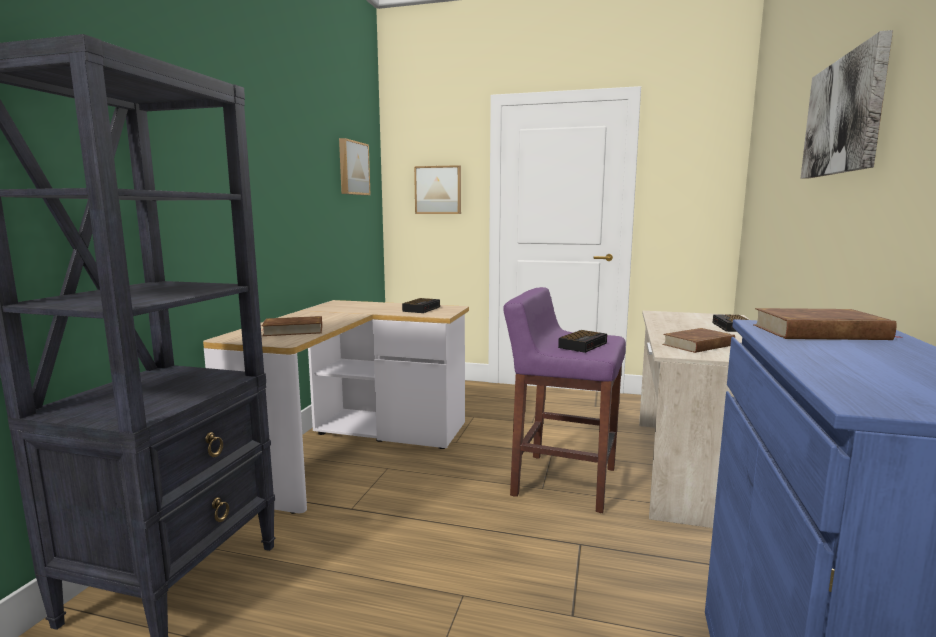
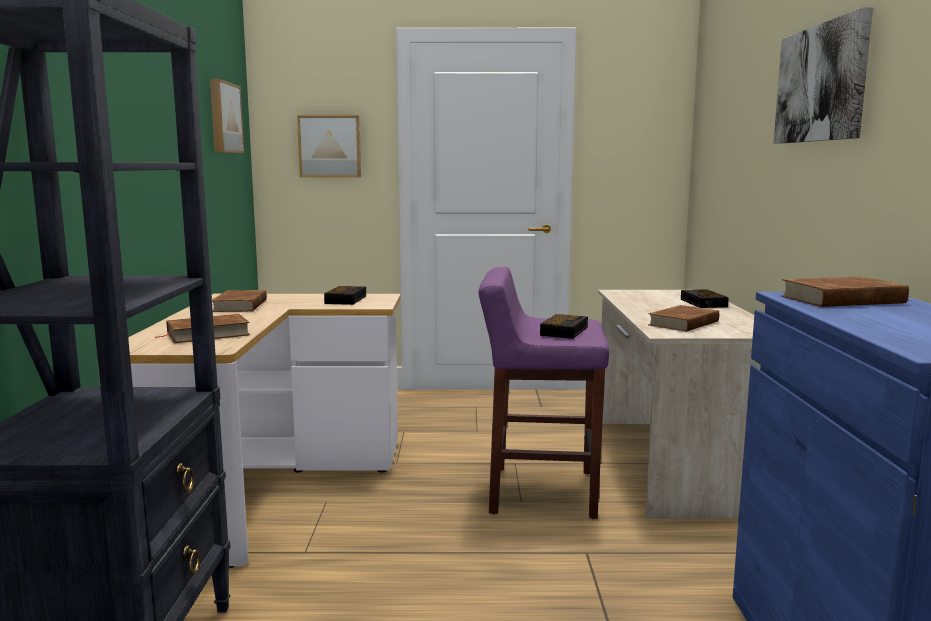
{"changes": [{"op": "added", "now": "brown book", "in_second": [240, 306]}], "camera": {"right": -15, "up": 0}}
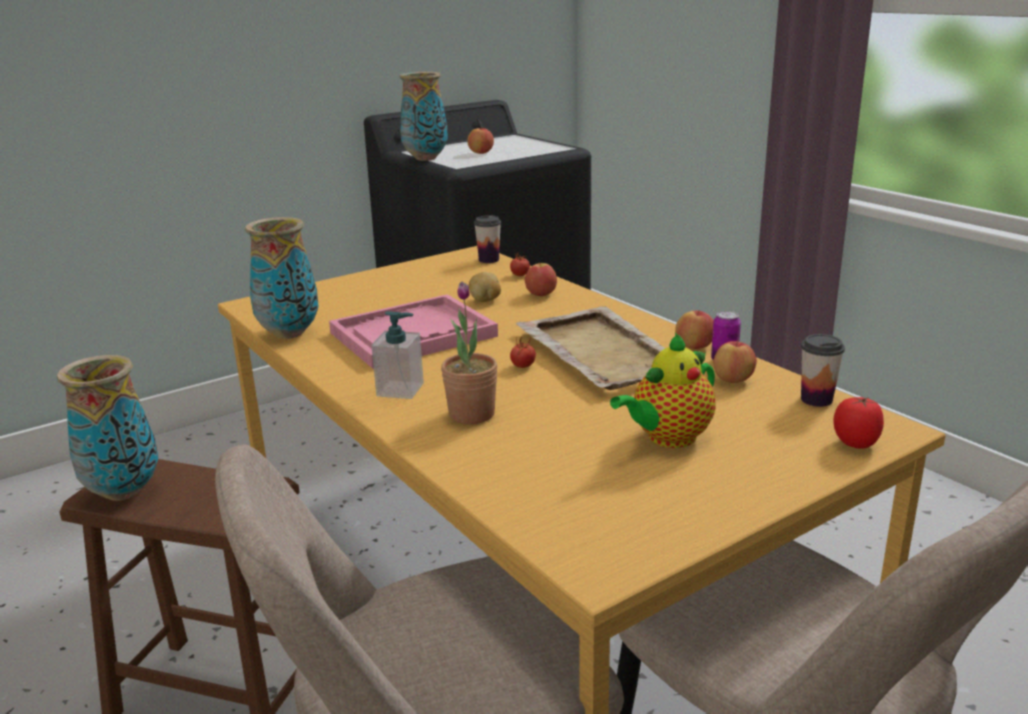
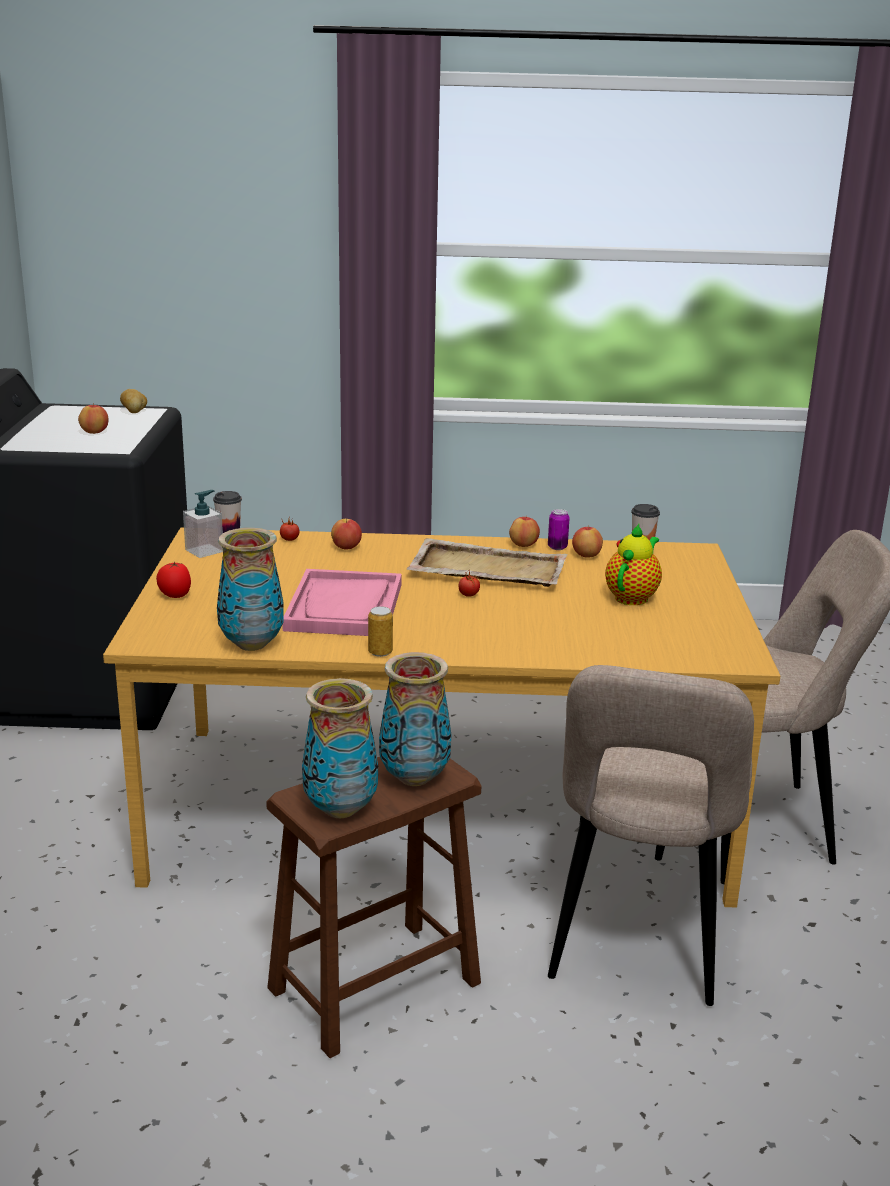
{"changes": [{"op": "removed", "was": "potted plant", "in_first": [471, 414]}, {"op": "added", "now": "can", "in_second": [380, 652]}, {"op": "moved", "was": "soap dispenser", "in_first": [400, 390], "in_second": [204, 551]}, {"op": "moved", "was": "vase", "in_first": [425, 159], "in_second": [415, 778]}, {"op": "moved", "was": "potato", "in_first": [485, 300], "in_second": [134, 412]}, {"op": "moved", "was": "tomato", "in_first": [855, 443], "in_second": [175, 595]}, {"op": "turned", "was": "teapot", "in_first": [668, 438], "in_second": [633, 597], "clockwise": -150}], "camera": {"right": -55, "up": 0}}
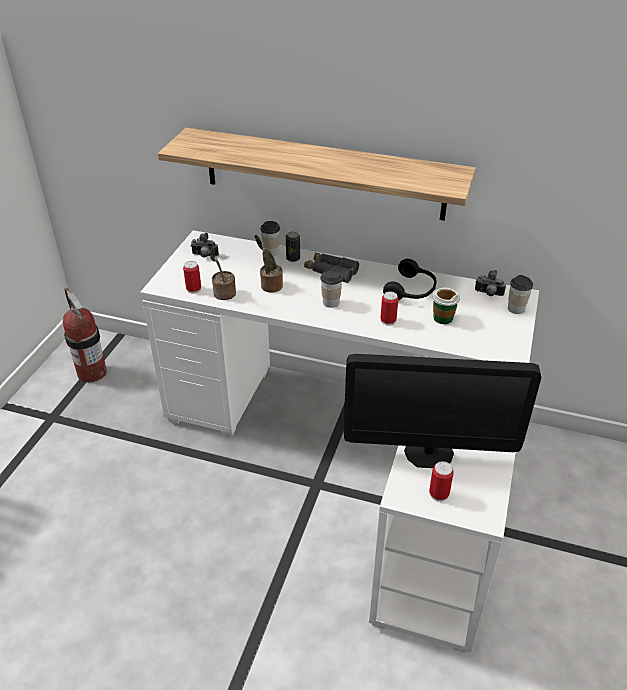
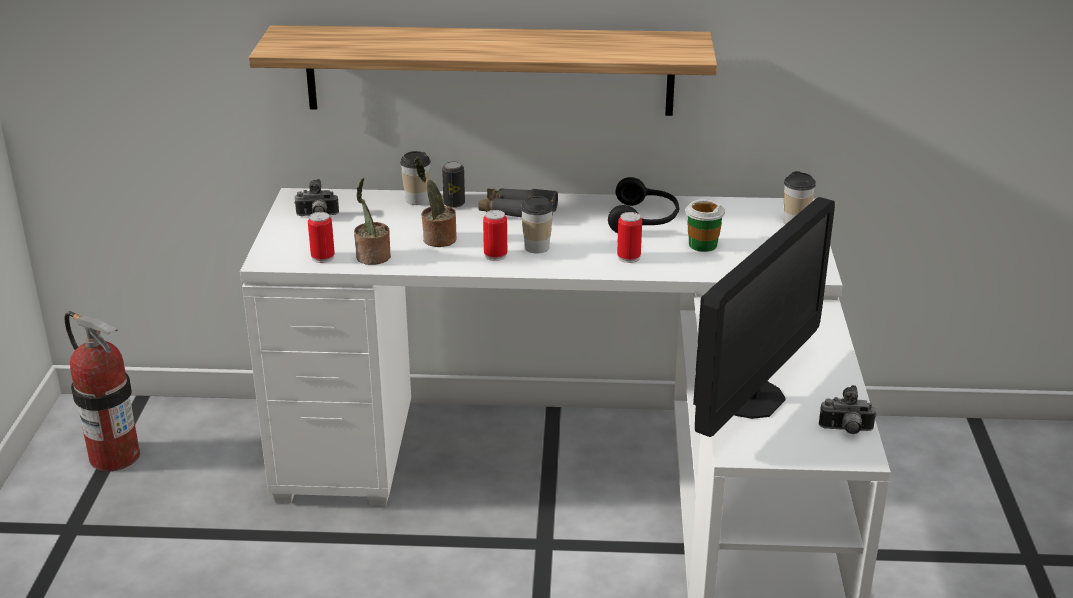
{"changes": [{"op": "moved", "was": "can", "in_first": [439, 494], "in_second": [495, 255]}, {"op": "moved", "was": "photo camera", "in_first": [488, 294], "in_second": [846, 430]}, {"op": "turned", "was": "monitor", "in_first": [428, 452], "in_second": [751, 399], "clockwise": -45}], "camera": {"right": -15, "up": -10}}
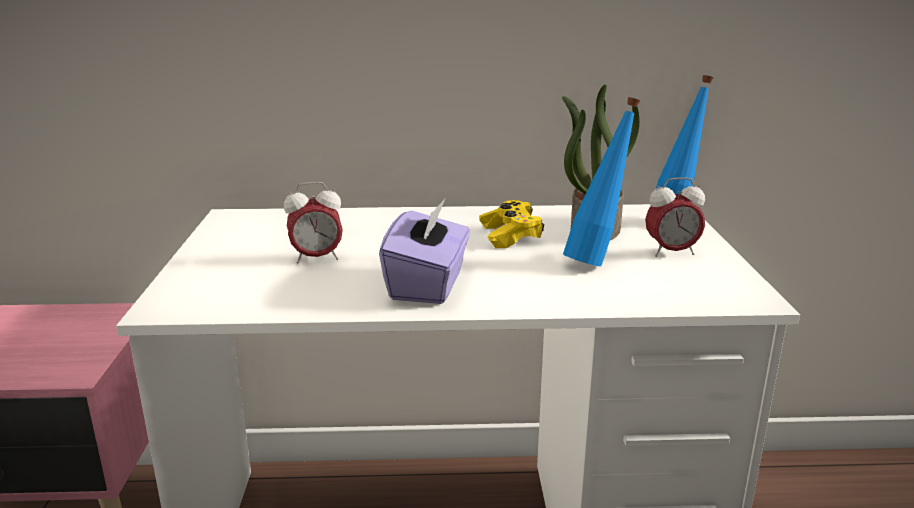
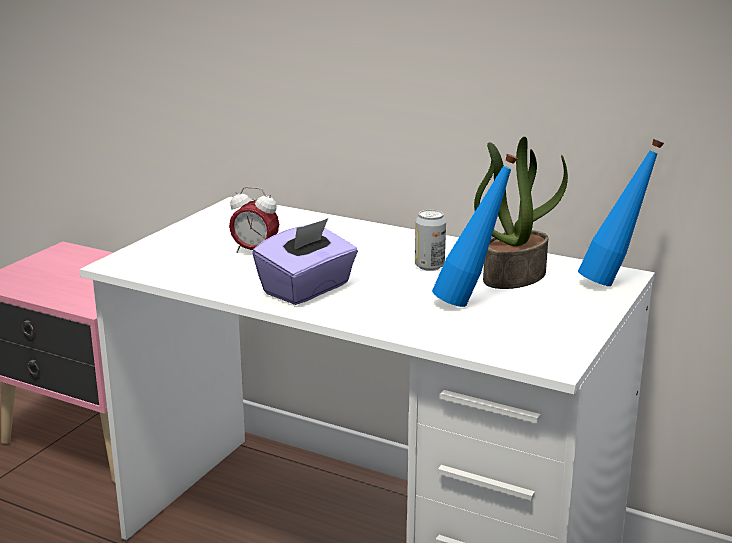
{"changes": [{"op": "removed", "was": "alarm clock", "in_first": [671, 252]}, {"op": "replaced", "was": "yellow game controller", "now": "can", "in_first": [510, 236], "in_second": [429, 266]}], "camera": {"right": 30, "up": 0}}
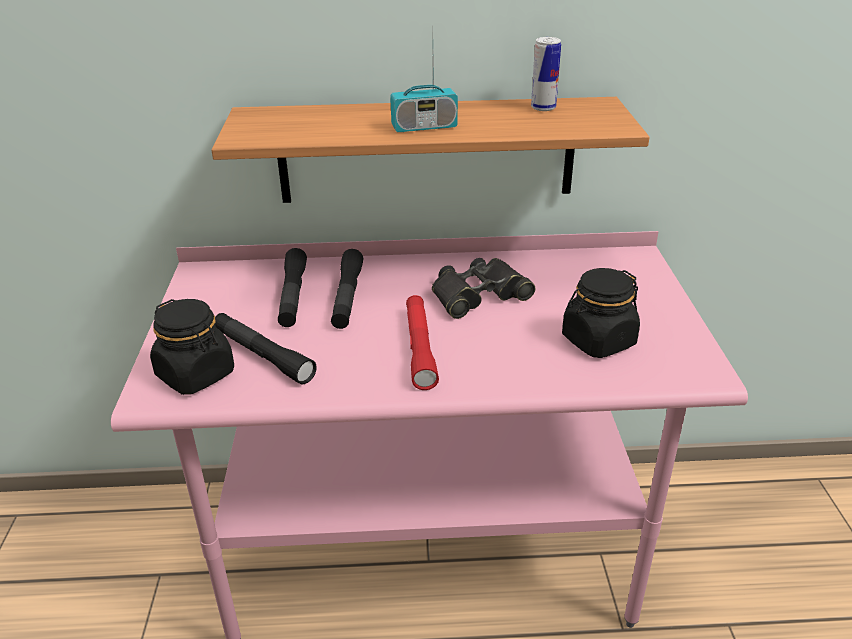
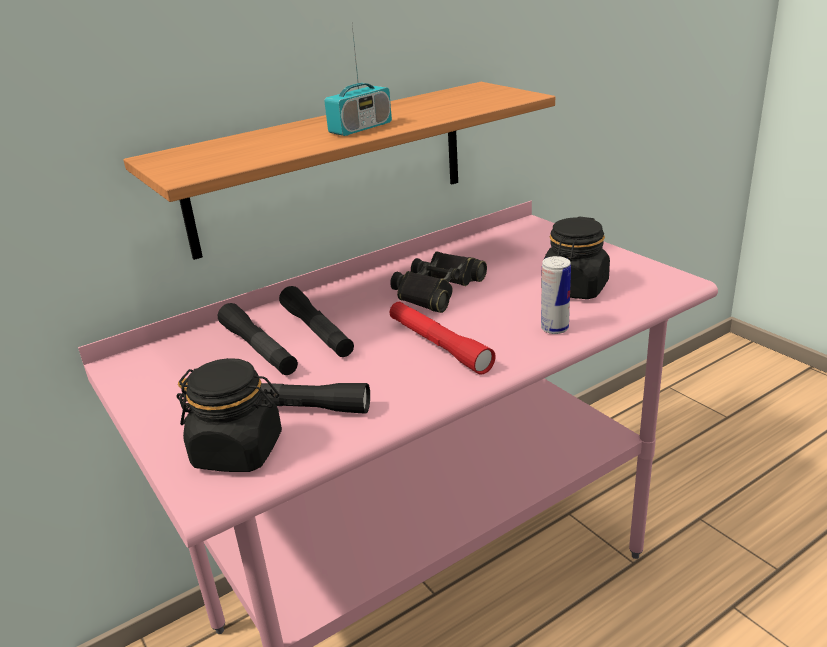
{"changes": [{"op": "moved", "was": "can", "in_first": [543, 108], "in_second": [554, 328]}], "camera": {"right": -30, "up": -5}}
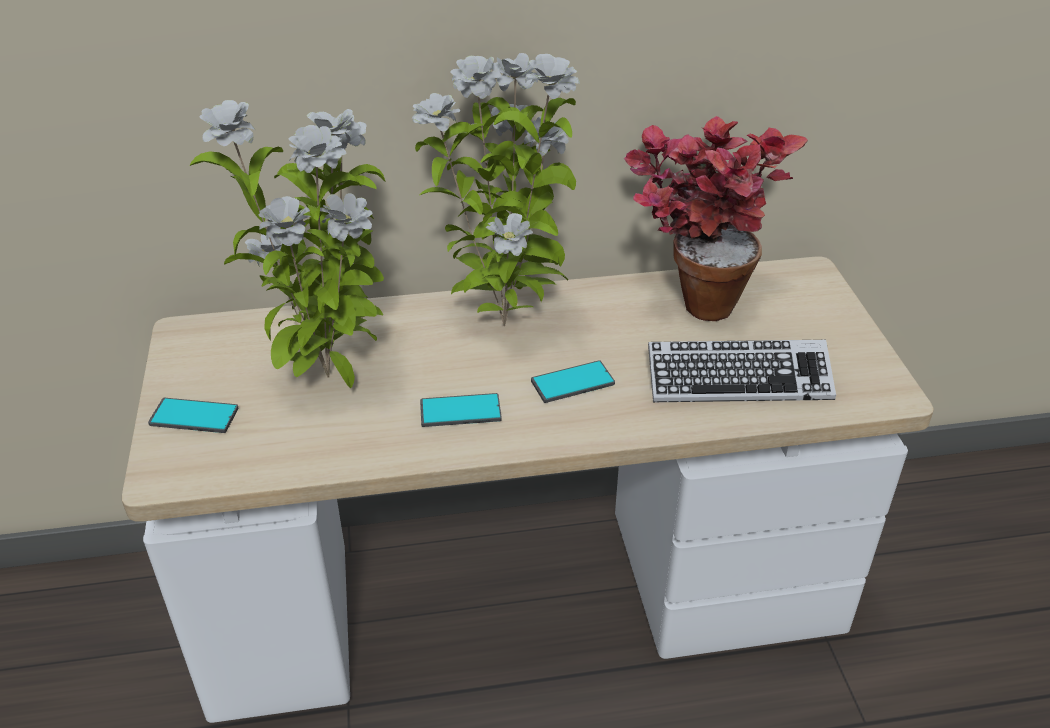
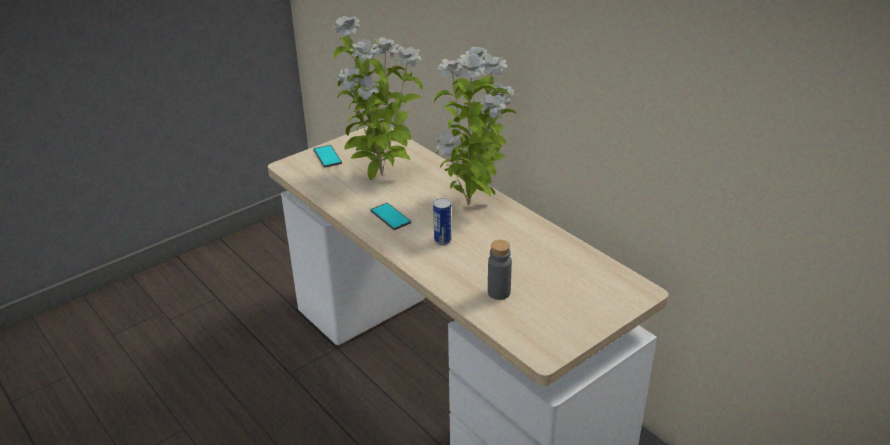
{"changes": [{"op": "removed", "was": "potted plant", "in_first": [692, 299]}, {"op": "replaced", "was": "phone", "now": "can", "in_first": [572, 383], "in_second": [442, 240]}, {"op": "replaced", "was": "keyboard", "now": "grey bottle", "in_first": [738, 380], "in_second": [499, 292]}], "camera": {"right": 60, "up": -5}}
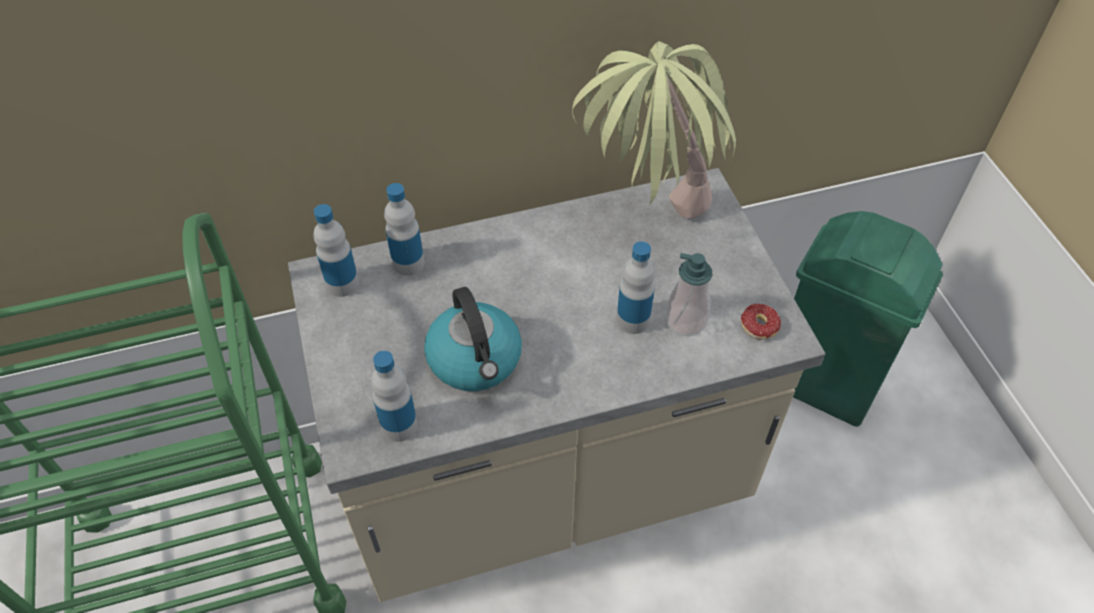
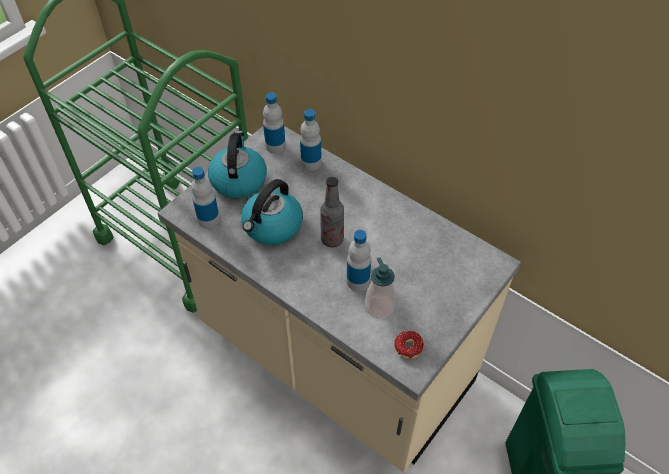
{"changes": [{"op": "removed", "was": "potted plant", "in_first": [646, 221]}, {"op": "added", "now": "kettle", "in_second": [238, 179]}, {"op": "added", "now": "bottle", "in_second": [332, 239]}], "camera": {"right": 55, "up": 0}}
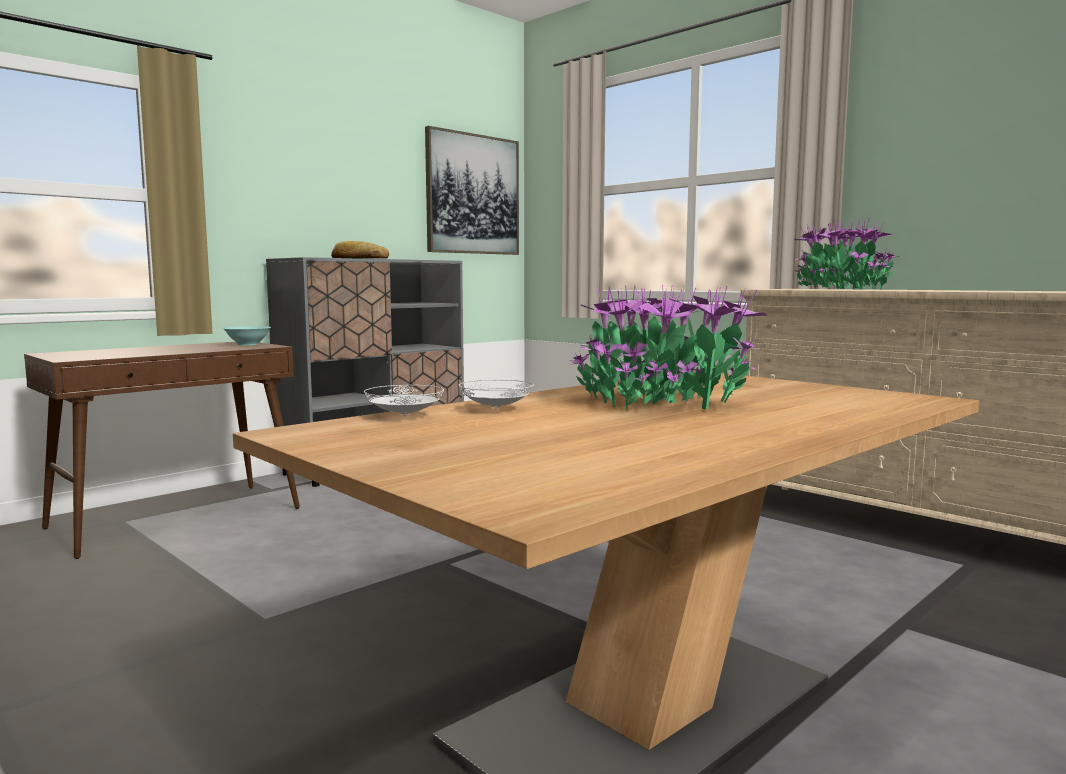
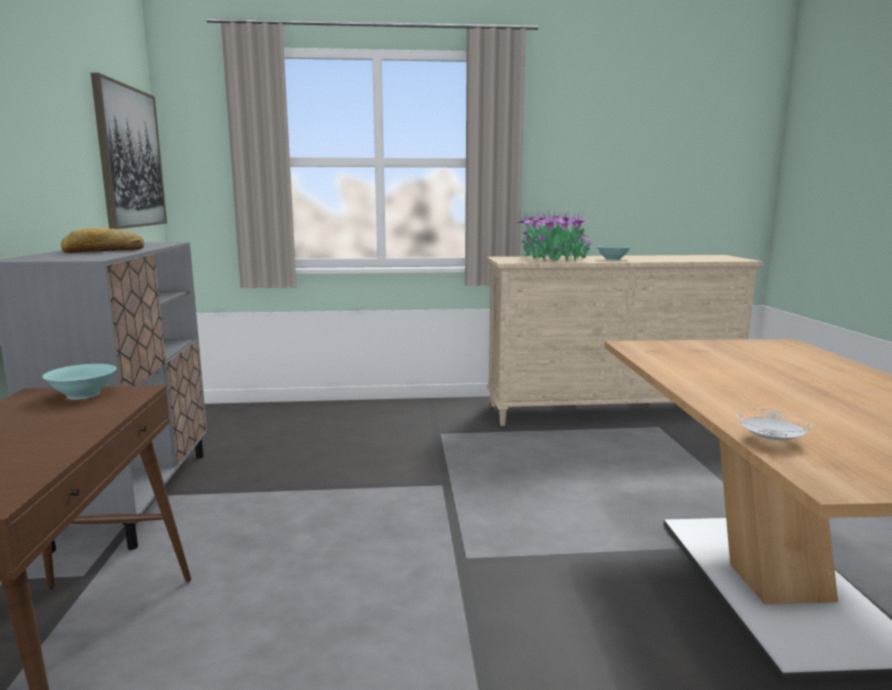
{"changes": [{"op": "removed", "was": "white plate", "in_first": [496, 409]}, {"op": "removed", "was": "potted plant", "in_first": [661, 402]}, {"op": "added", "now": "turquoise bowl", "in_second": [612, 259]}], "camera": {"right": -50, "up": 5}}
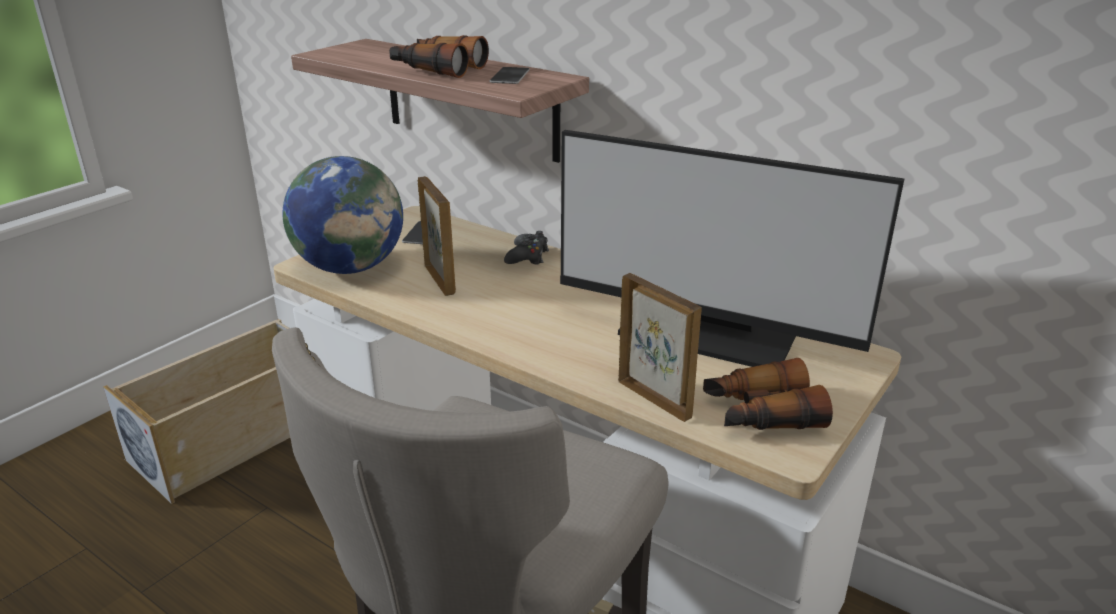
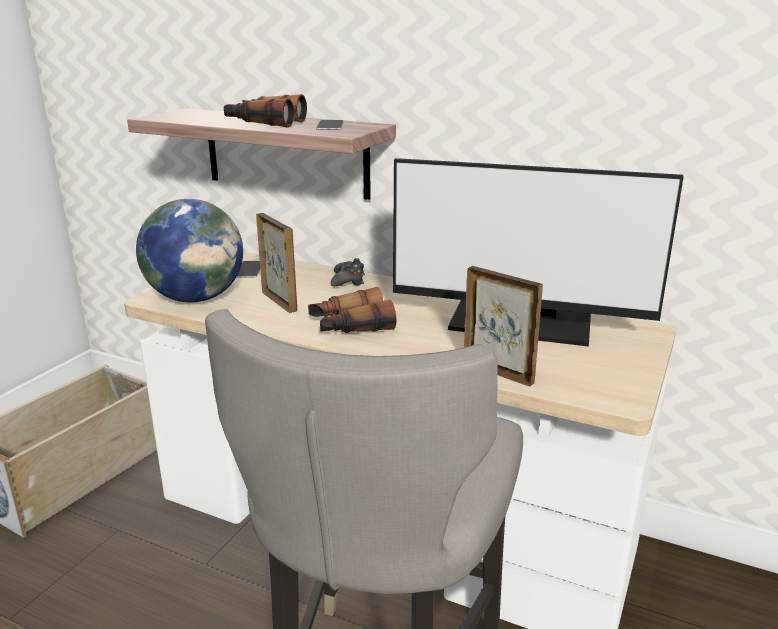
{"changes": [{"op": "moved", "was": "binoculars", "in_first": [760, 414], "in_second": [350, 326]}], "camera": {"right": -10, "up": -5}}
